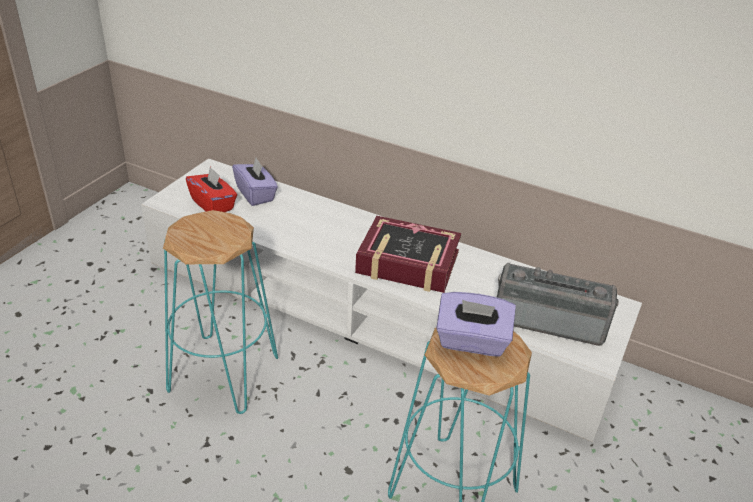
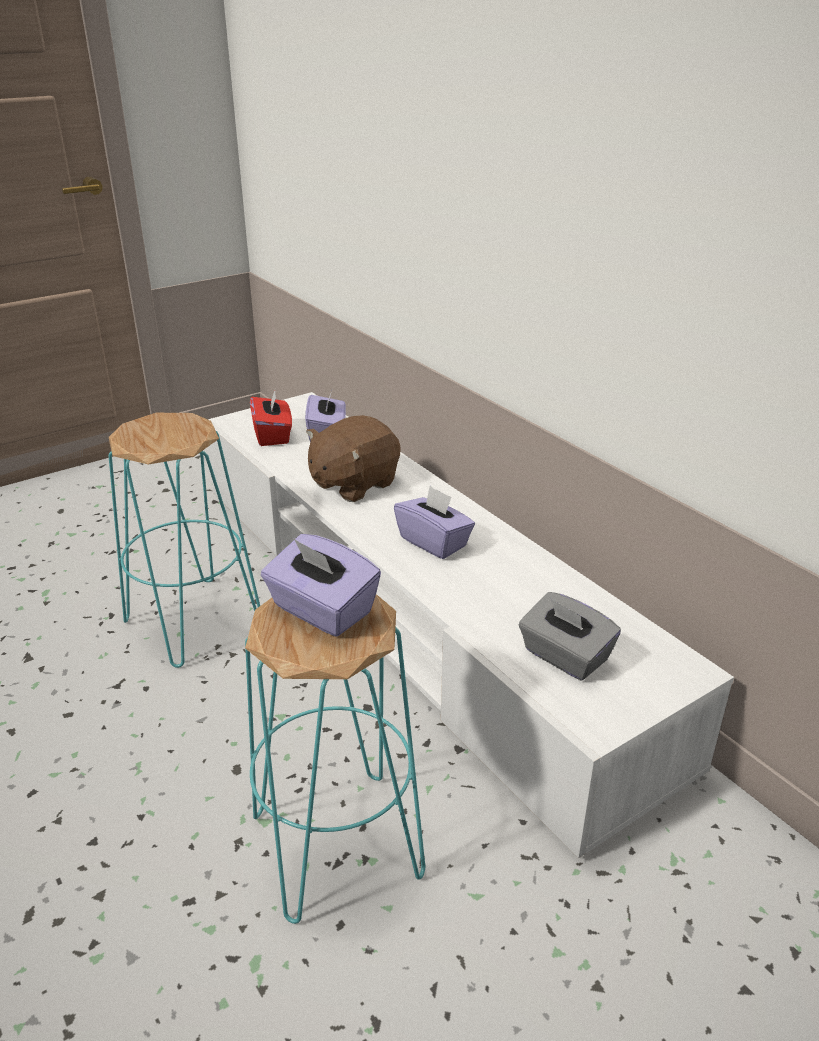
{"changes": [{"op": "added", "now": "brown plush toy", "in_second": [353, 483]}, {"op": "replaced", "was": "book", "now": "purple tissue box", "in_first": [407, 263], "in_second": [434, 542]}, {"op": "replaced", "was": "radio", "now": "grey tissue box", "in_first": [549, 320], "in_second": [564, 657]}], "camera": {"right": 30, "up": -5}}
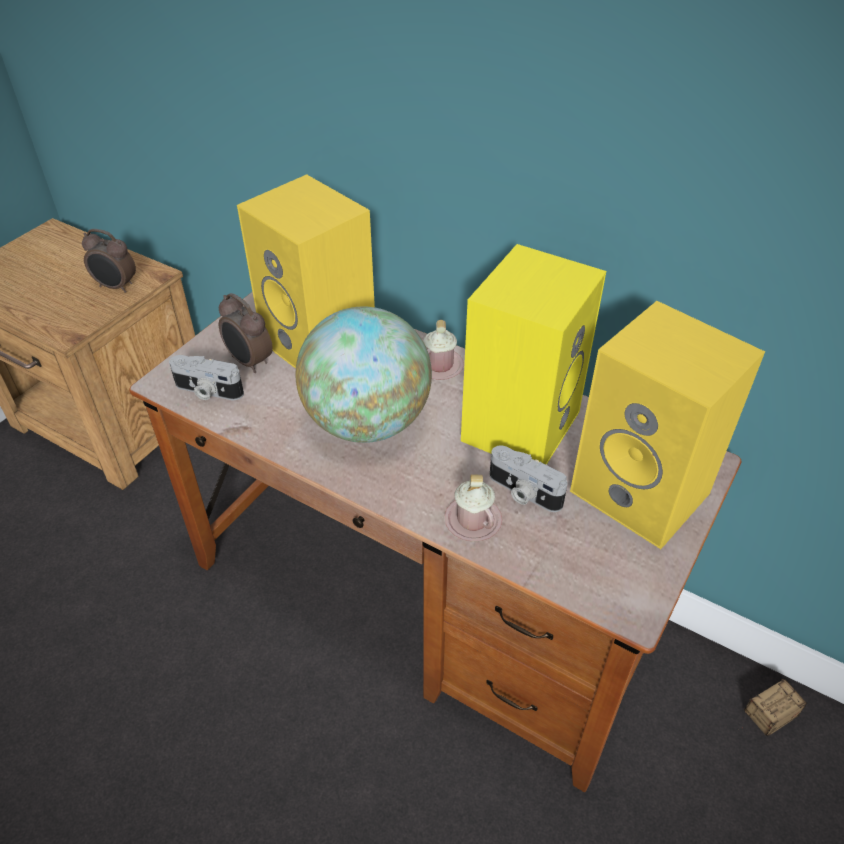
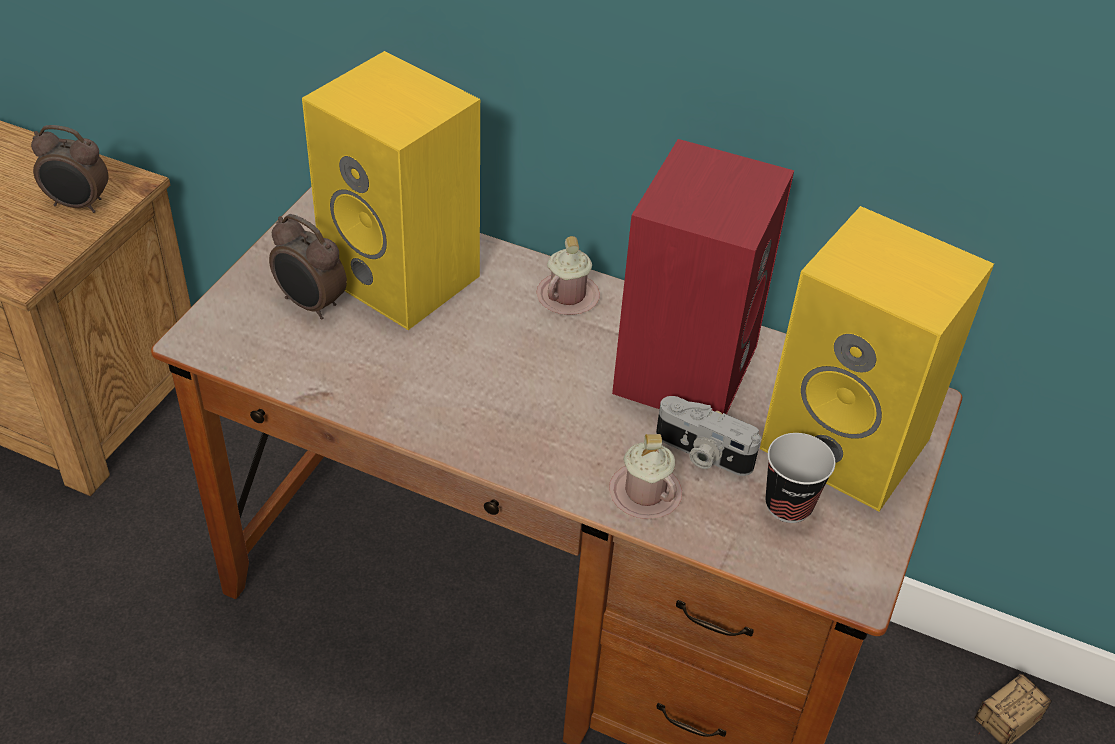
{"changes": [{"op": "removed", "was": "photo camera", "in_first": [207, 391]}, {"op": "removed", "was": "globe", "in_first": [367, 422]}, {"op": "added", "now": "cup", "in_second": [788, 505]}, {"op": "recoloured", "was": "yellow speaker", "now": "red speaker", "in_first": [520, 423], "in_second": [684, 366]}], "camera": {"right": -10, "up": 0}}
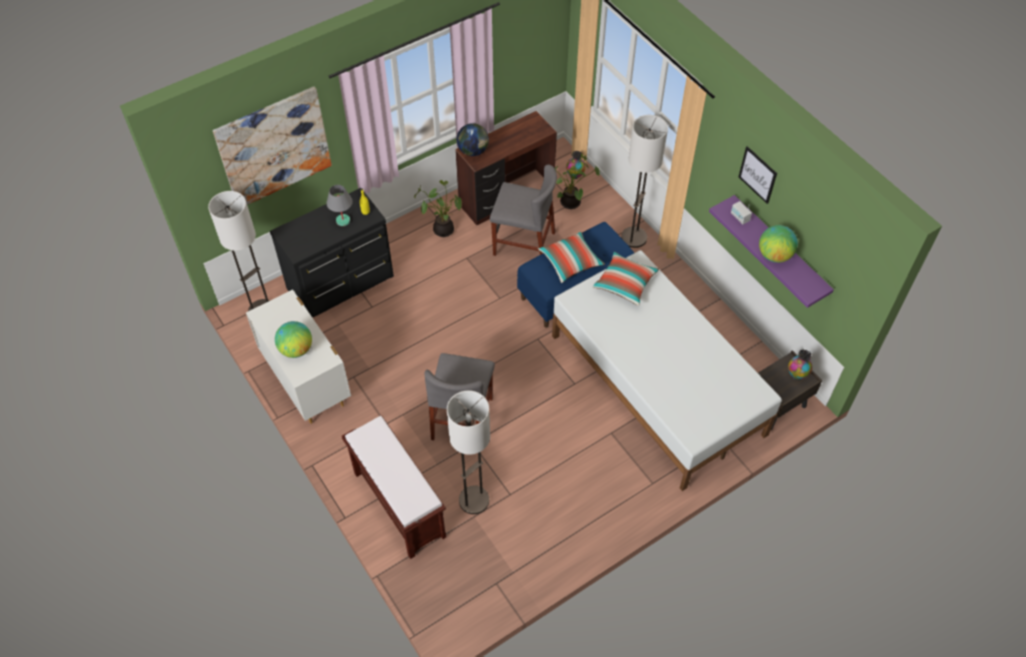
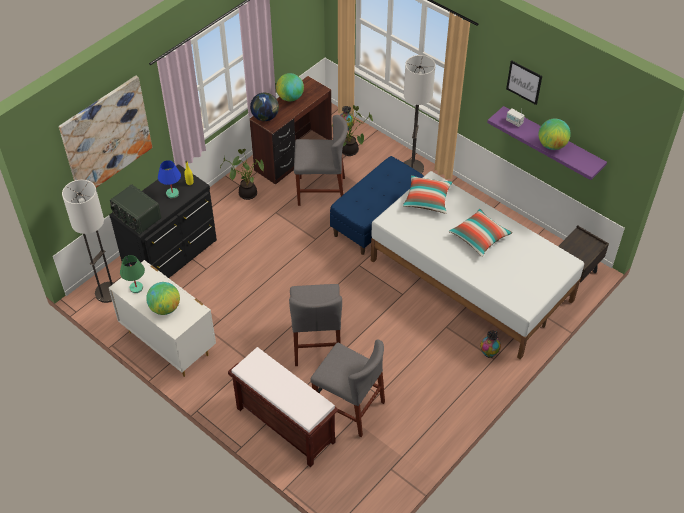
{"changes": [{"op": "added", "now": "radio", "in_second": [136, 217]}, {"op": "added", "now": "green table lamp", "in_second": [136, 288]}, {"op": "added", "now": "globe", "in_second": [290, 97]}, {"op": "moved", "was": "pillow", "in_first": [570, 262], "in_second": [479, 237]}, {"op": "moved", "was": "vase", "in_first": [797, 374], "in_second": [489, 352]}, {"op": "replaced", "was": "floor lamp", "now": "grey chair", "in_first": [474, 500], "in_second": [349, 407]}, {"op": "recoloured", "was": "grey table lamp", "now": "blue table lamp", "in_first": [343, 220], "in_second": [172, 193]}], "camera": {"right": -15, "up": -5}}
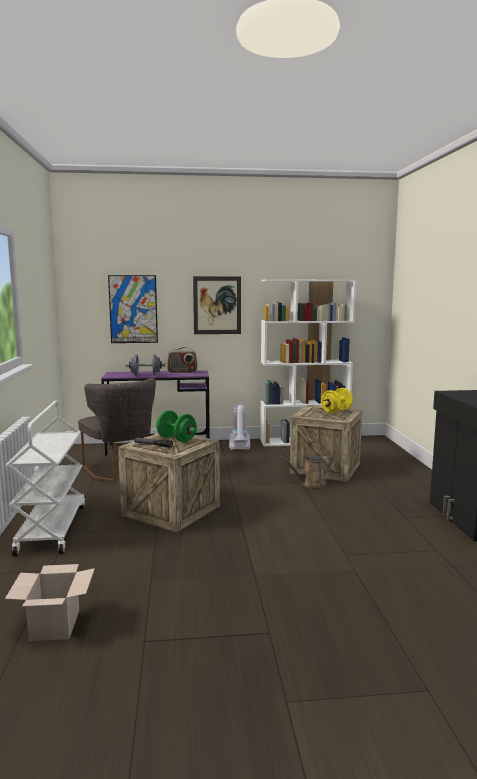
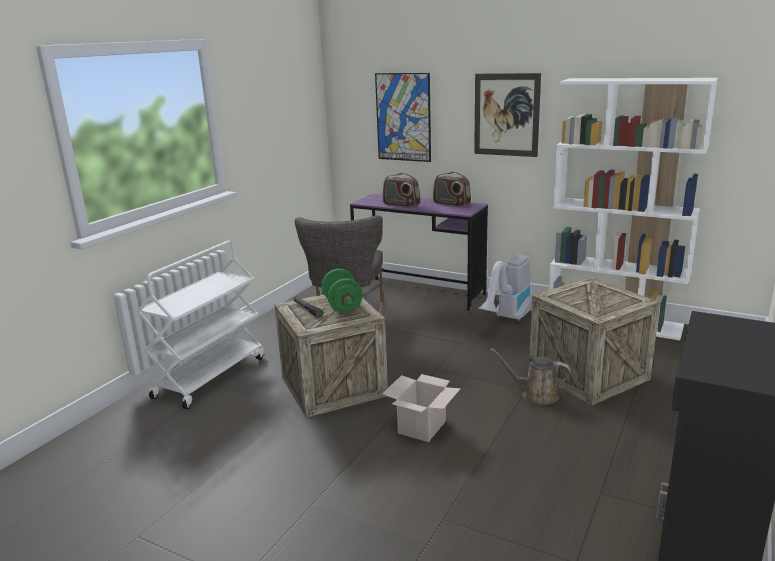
{"changes": [{"op": "removed", "was": "yellow dumbbell", "in_first": [336, 411]}, {"op": "moved", "was": "cardboard box", "in_first": [54, 624], "in_second": [422, 426]}, {"op": "replaced", "was": "grey dumbbell", "now": "radio", "in_first": [145, 375], "in_second": [401, 205]}], "camera": {"right": 35, "up": 10}}
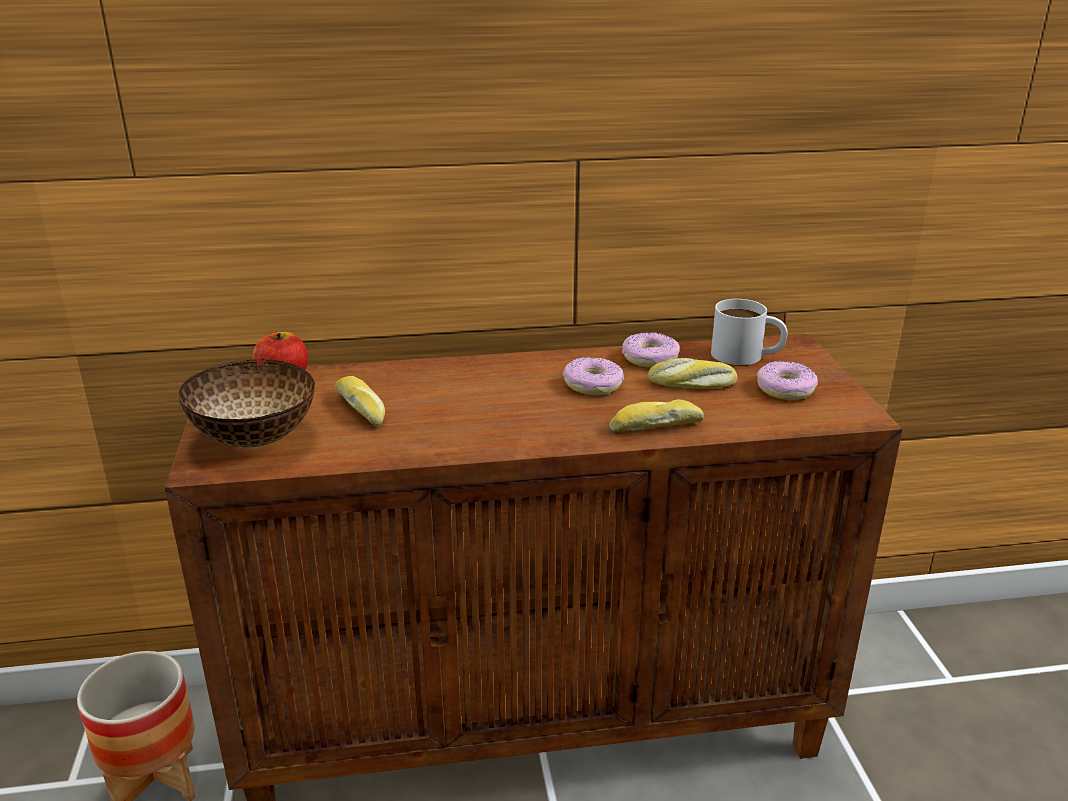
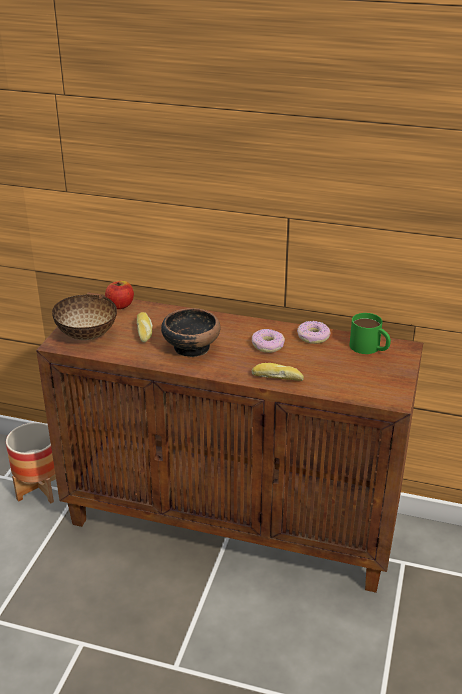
{"changes": [{"op": "removed", "was": "bread", "in_first": [692, 384]}, {"op": "removed", "was": "donut", "in_first": [785, 389]}, {"op": "added", "now": "bowl", "in_second": [191, 347]}, {"op": "recoloured", "was": "white mug", "now": "green mug", "in_first": [747, 355], "in_second": [369, 348]}], "camera": {"right": 25, "up": 5}}
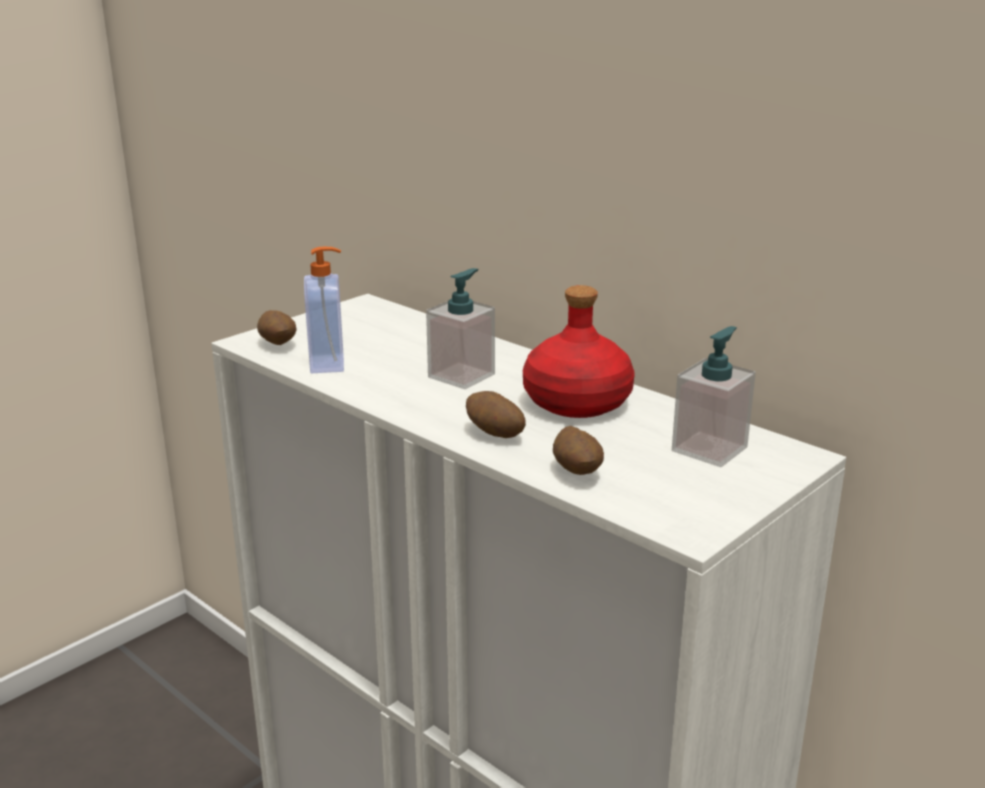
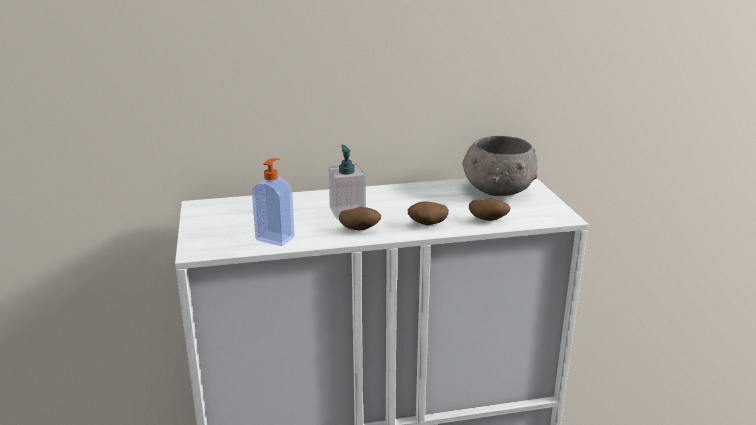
{"changes": [{"op": "removed", "was": "red bottle", "in_first": [576, 402]}, {"op": "moved", "was": "potato", "in_first": [278, 344], "in_second": [360, 230]}, {"op": "replaced", "was": "soap dispenser", "now": "grey bowl", "in_first": [709, 449], "in_second": [497, 190]}], "camera": {"right": -55, "up": 0}}
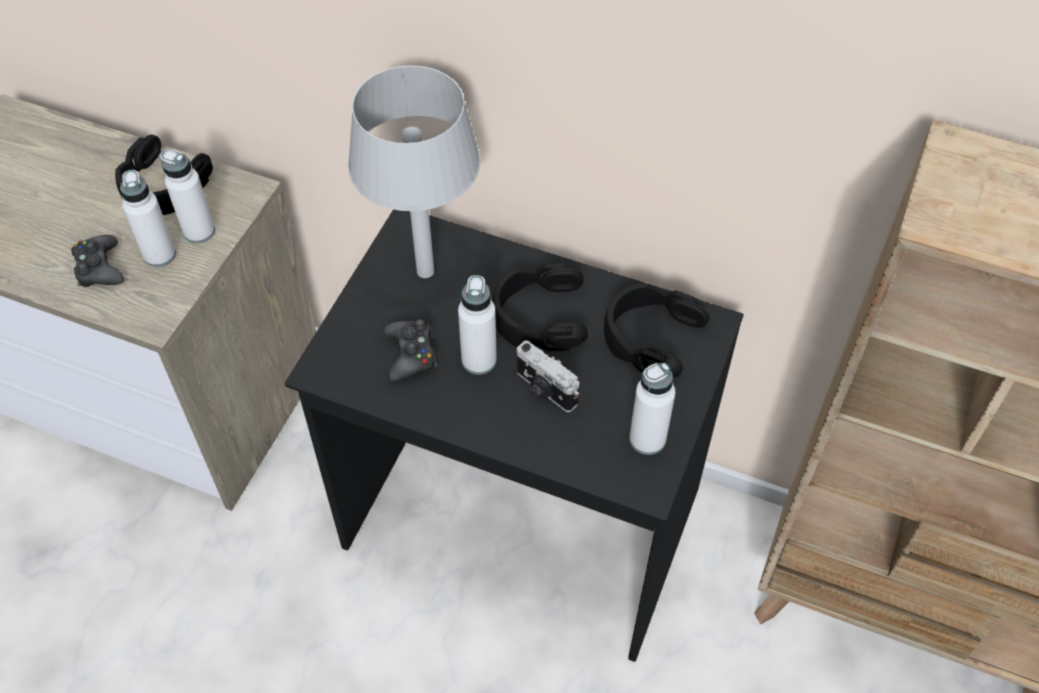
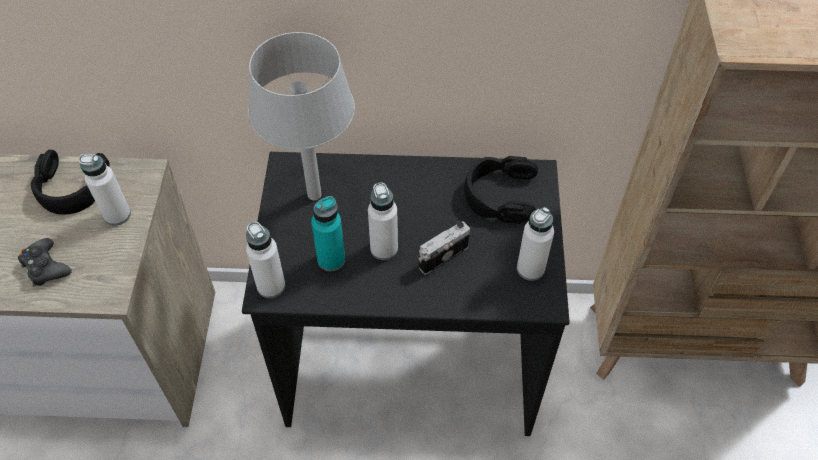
{"changes": [{"op": "removed", "was": "black headphones", "in_first": [538, 316]}, {"op": "moved", "was": "white bottle", "in_first": [159, 255], "in_second": [271, 286]}, {"op": "replaced", "was": "black game controller", "now": "turquoise bottle", "in_first": [411, 354], "in_second": [331, 260]}, {"op": "turned", "was": "photo camera", "in_first": [545, 389], "in_second": [442, 255], "clockwise": 120}], "camera": {"right": -20, "up": 0}}
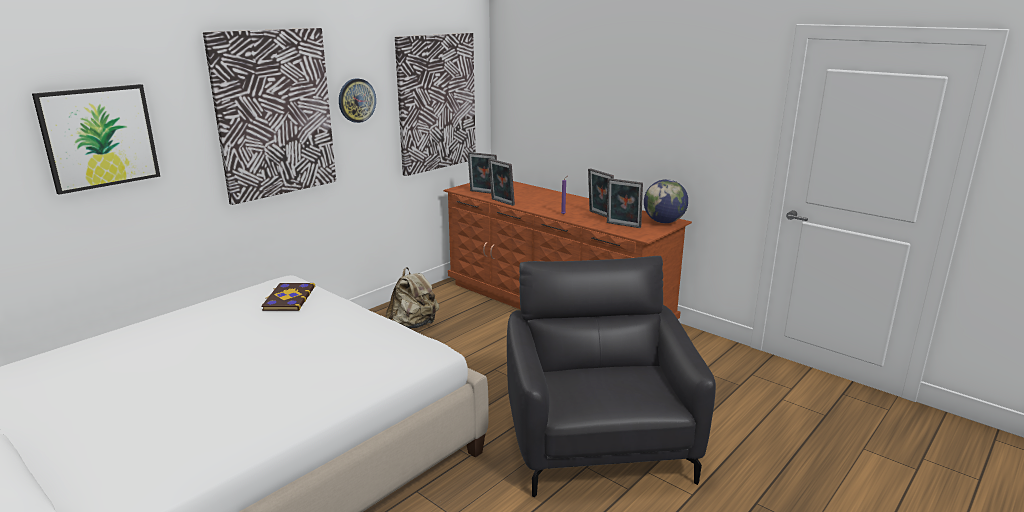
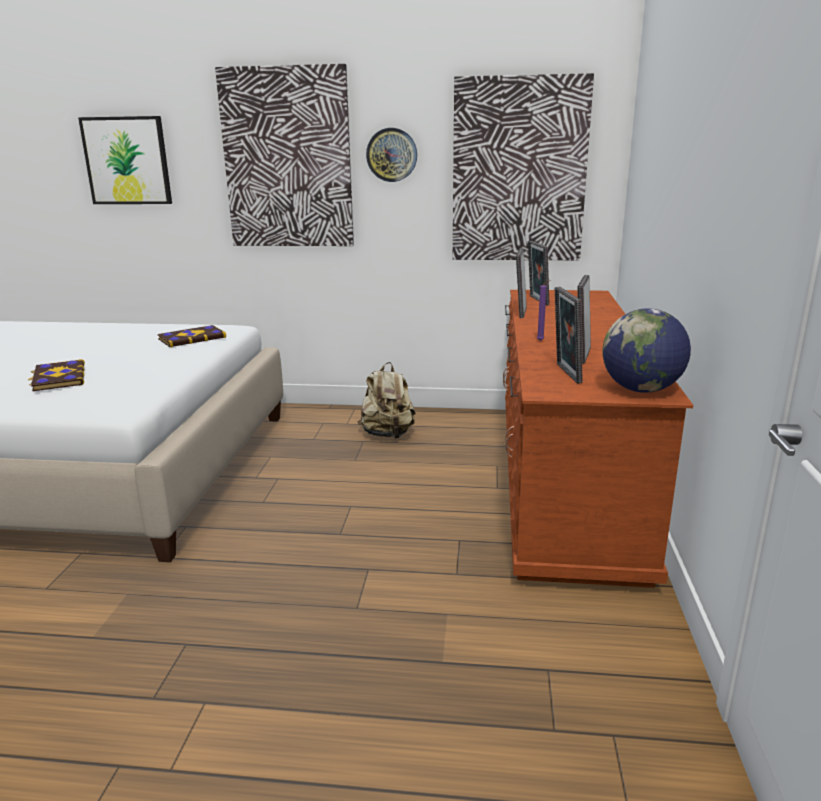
{"changes": [{"op": "removed", "was": "black armchair", "in_first": [599, 442]}, {"op": "added", "now": "book", "in_second": [58, 378]}], "camera": {"right": 55, "up": 0}}
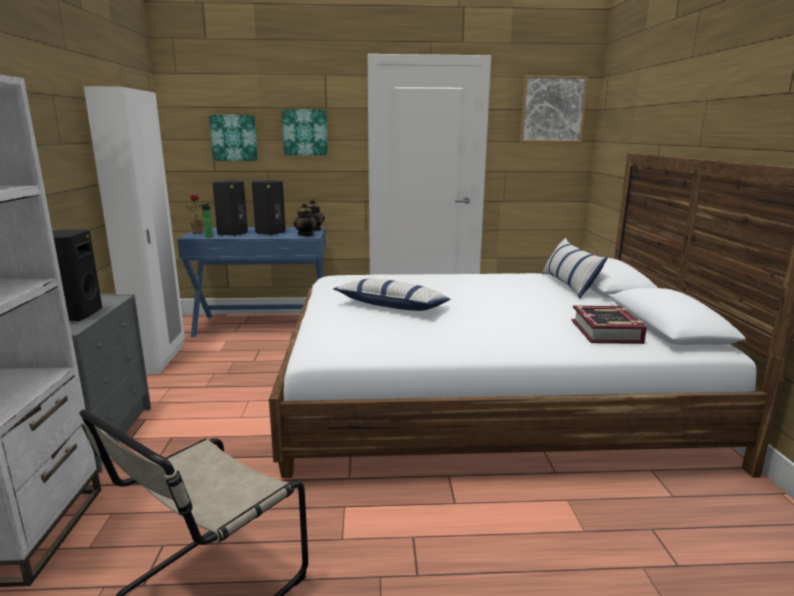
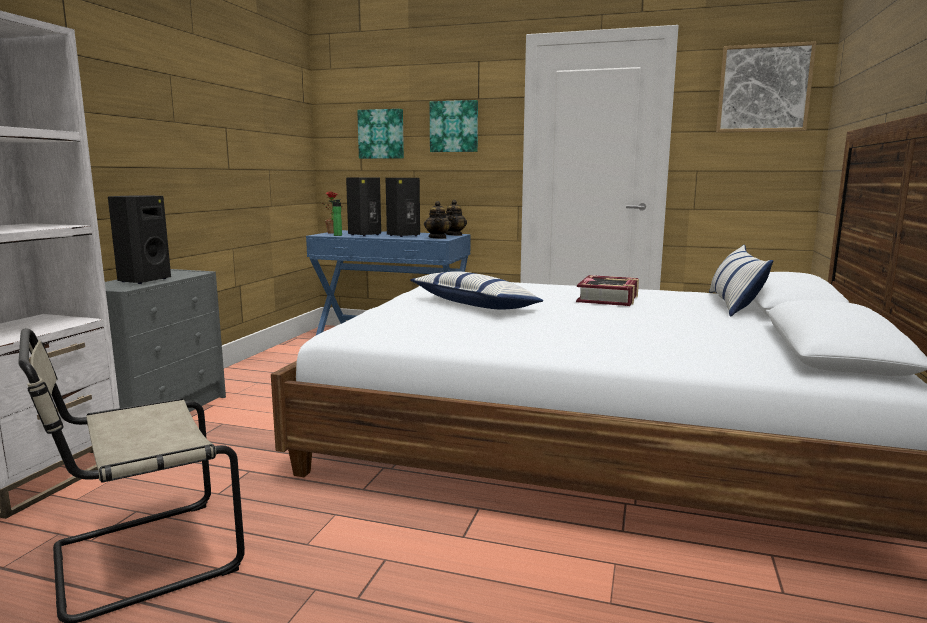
{"changes": [{"op": "removed", "was": "white wardrobe", "in_first": [159, 359]}, {"op": "moved", "was": "book", "in_first": [606, 332], "in_second": [608, 298]}], "camera": {"right": 20, "up": -5}}
